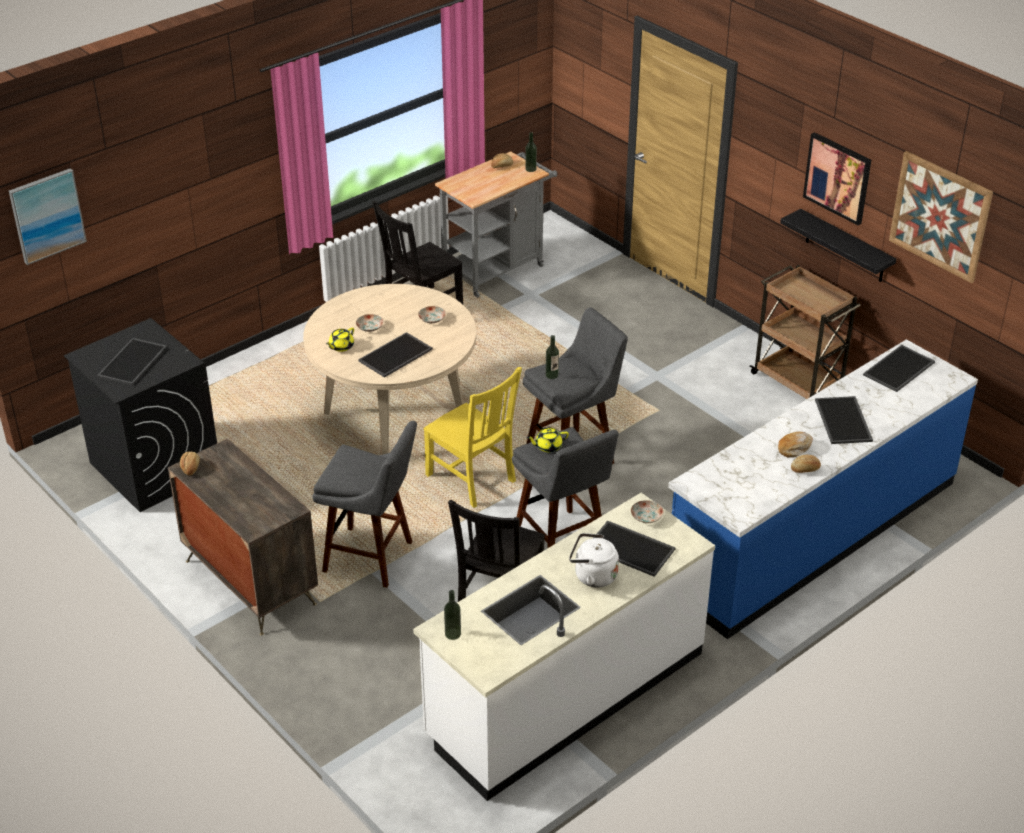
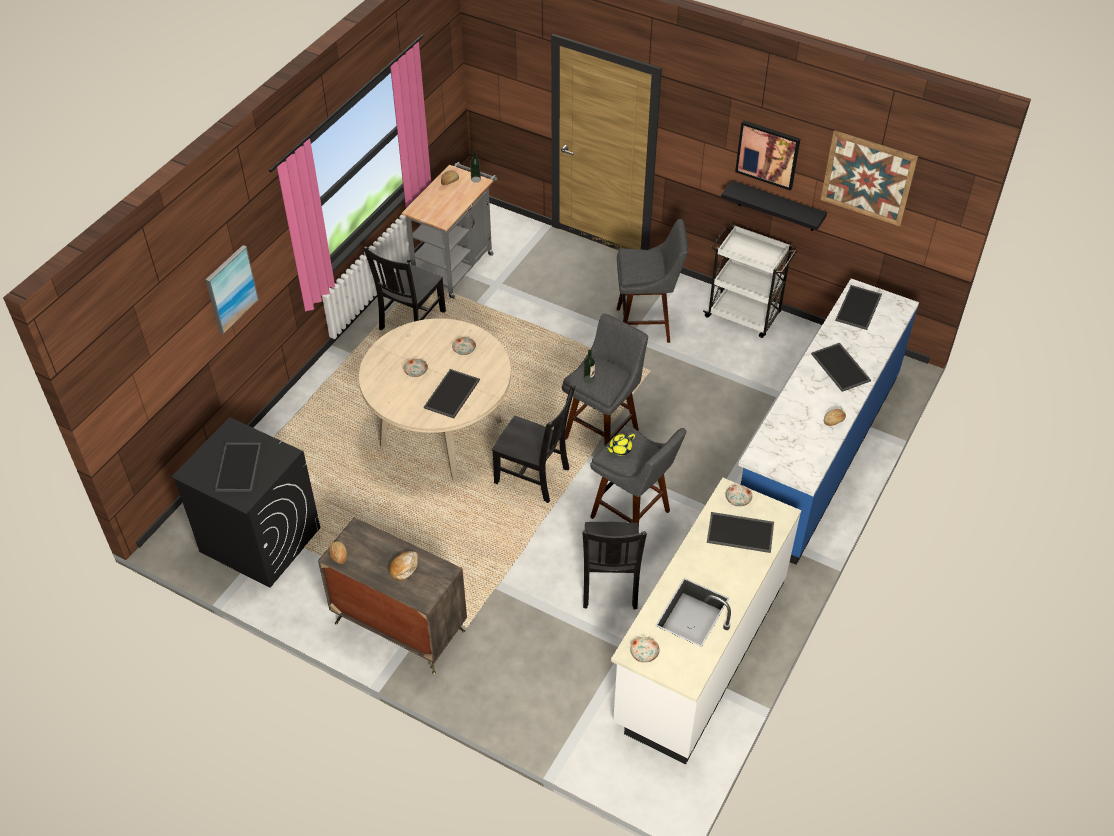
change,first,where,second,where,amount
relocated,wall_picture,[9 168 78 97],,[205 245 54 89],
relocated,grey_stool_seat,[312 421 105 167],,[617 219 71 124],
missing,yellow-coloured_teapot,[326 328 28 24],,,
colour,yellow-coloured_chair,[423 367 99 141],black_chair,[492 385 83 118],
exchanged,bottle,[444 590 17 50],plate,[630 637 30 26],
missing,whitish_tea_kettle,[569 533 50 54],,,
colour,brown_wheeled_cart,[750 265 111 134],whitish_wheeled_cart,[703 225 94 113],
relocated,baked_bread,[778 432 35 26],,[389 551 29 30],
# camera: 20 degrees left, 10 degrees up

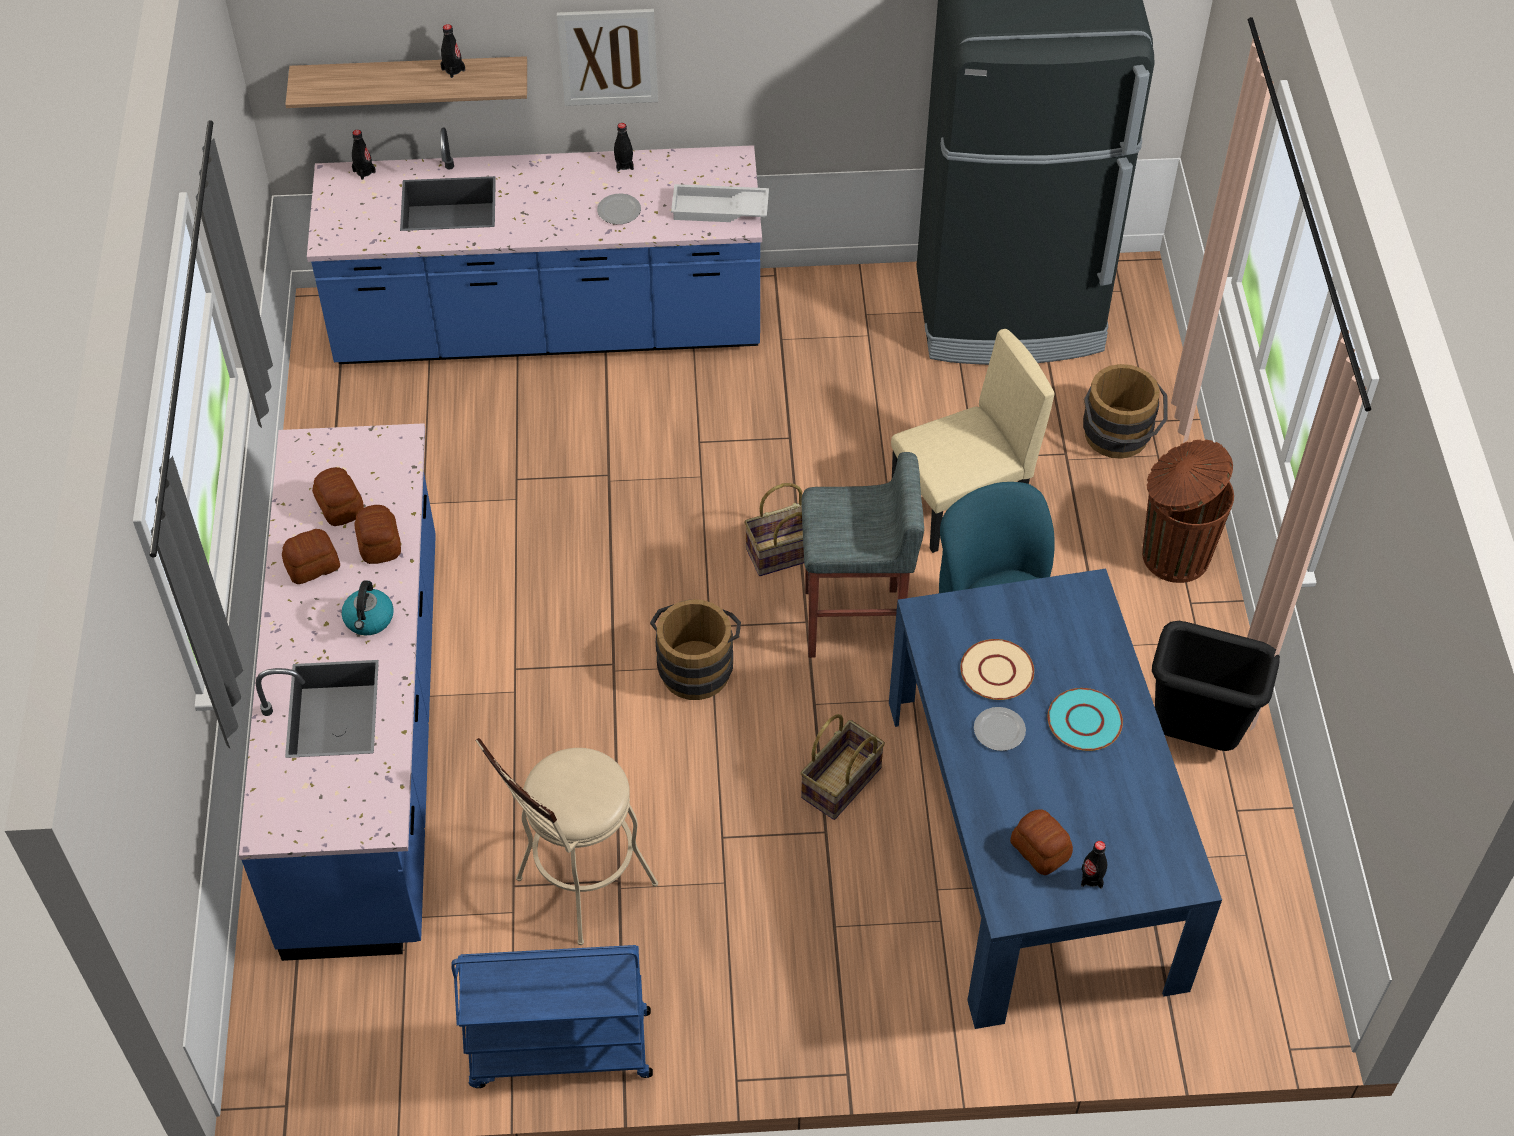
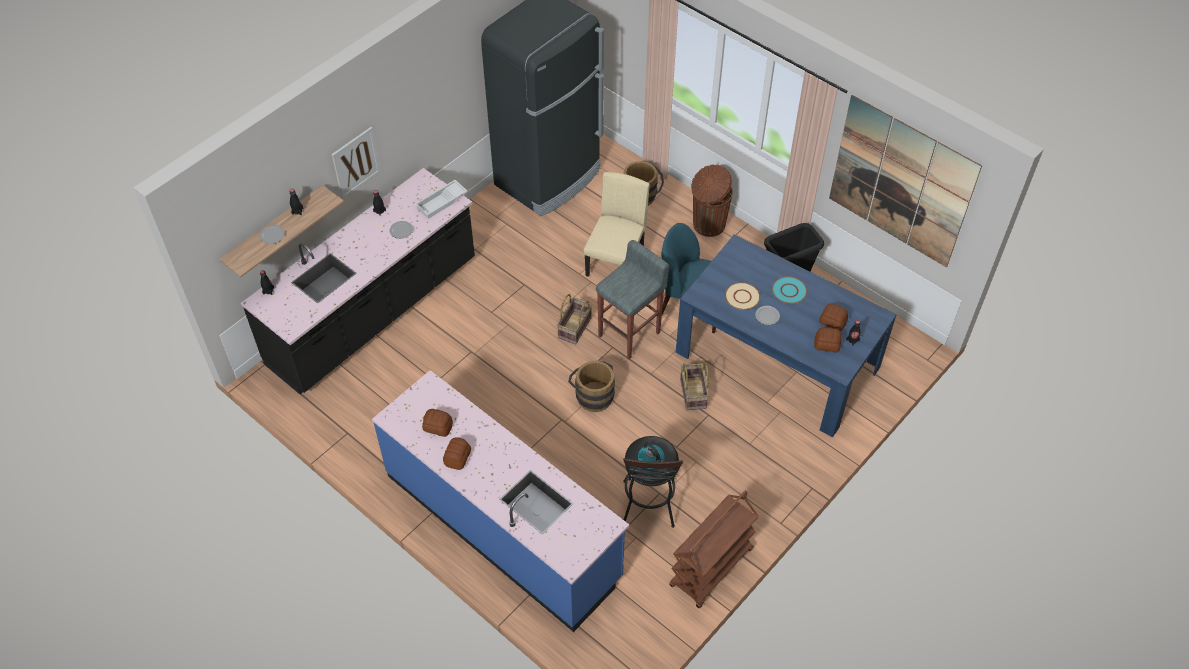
change,first,where,second,where,amount
colour,bluish_kitchen_counter,[307 128 455 236],black_kitchen_counter,[241 168 234 226],
relocated,tea_kettle,[342 580 52 55],,[638 442 27 27],
relocated,baked_bread,[354 505 47 59],,[819 303 29 28],
colour,bluish_wheeled_cart,[451 945 202 143],brown_wheeled_cart,[669 491 90 117],
colour,beige_stool_seat,[475 738 183 207],black_stool_seat,[623 436 60 92],
appeared,,,plate,[259 225 26 19],
appeared,,,wall_picture,[829 95 153 173],
# camera: 45 degrees left, 0 degrees up

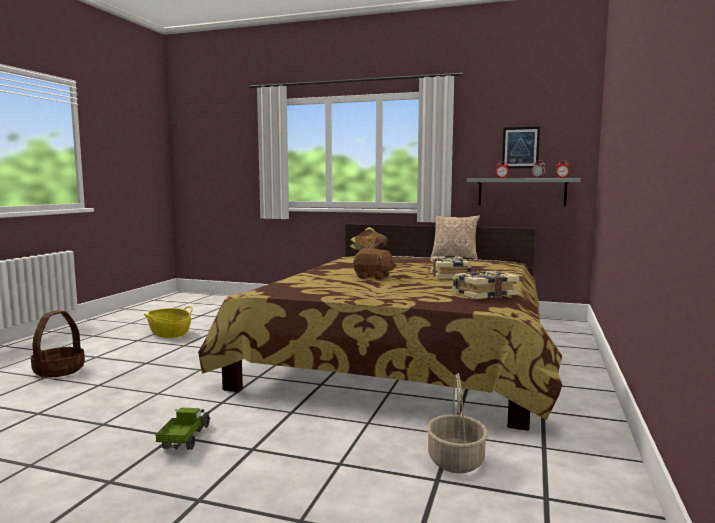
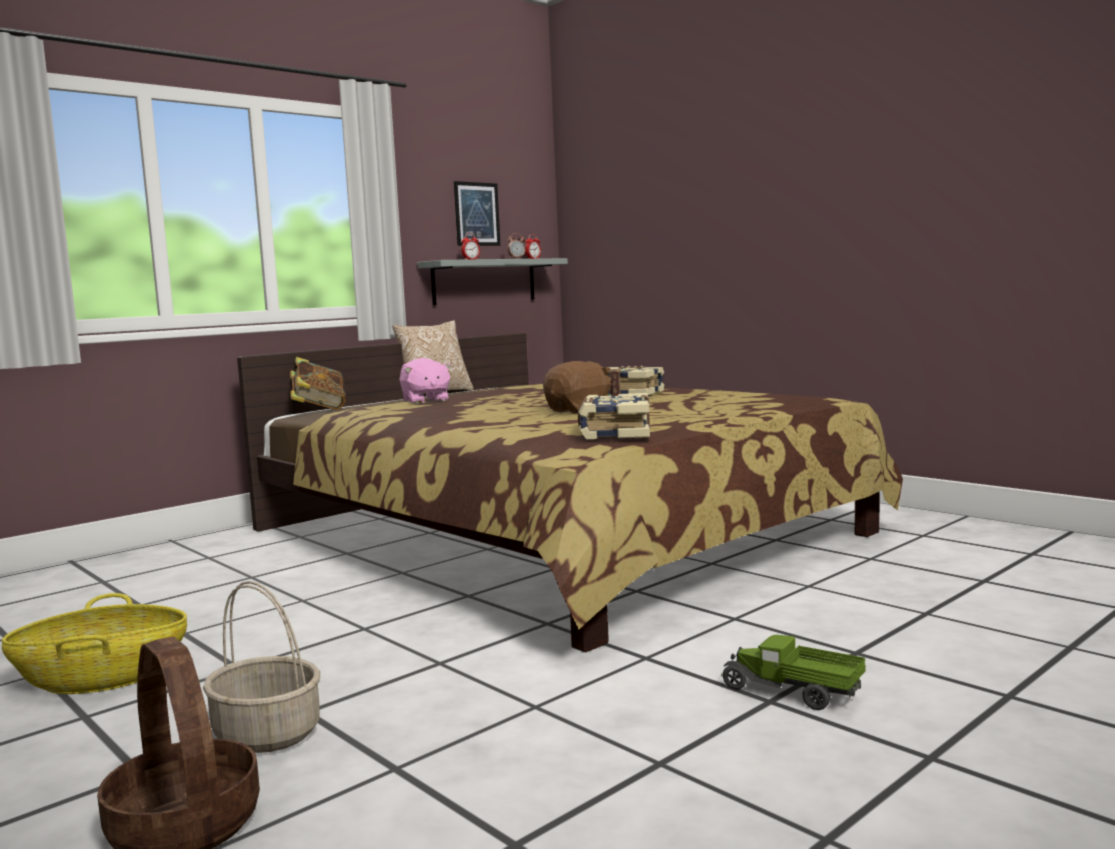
change,first,where,second,where,amount
relocated,storage_basket,[427 373 61 101],,[203 581 117 172],
relocated,book,[452 271 68 28],,[578 393 72 46],
appeared,,,pinkish_cuddly_toy,[399 358 53 46],
# camera: 60 degrees left, 0 degrees up

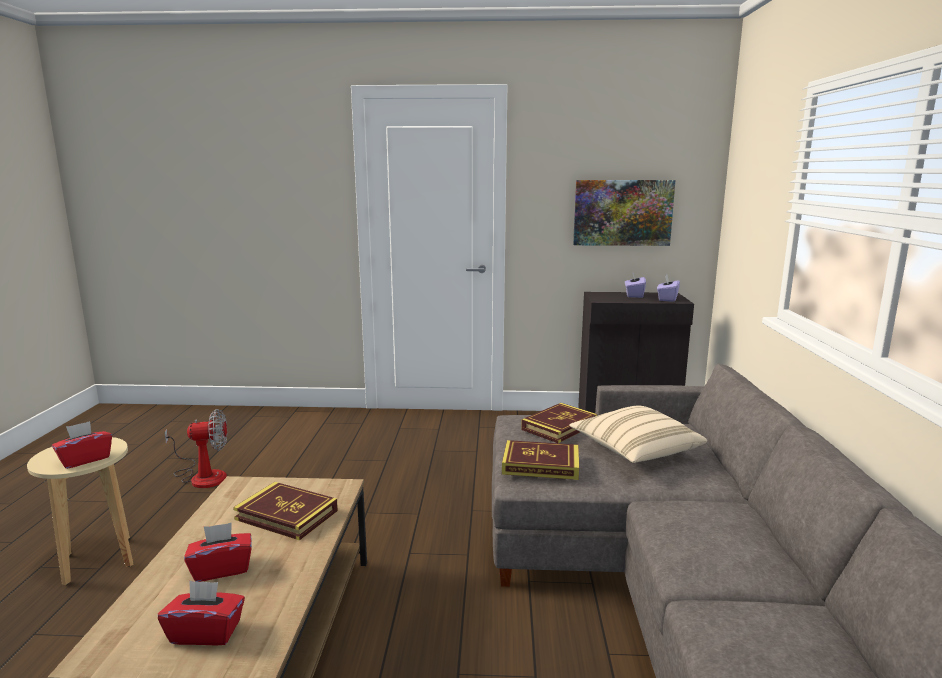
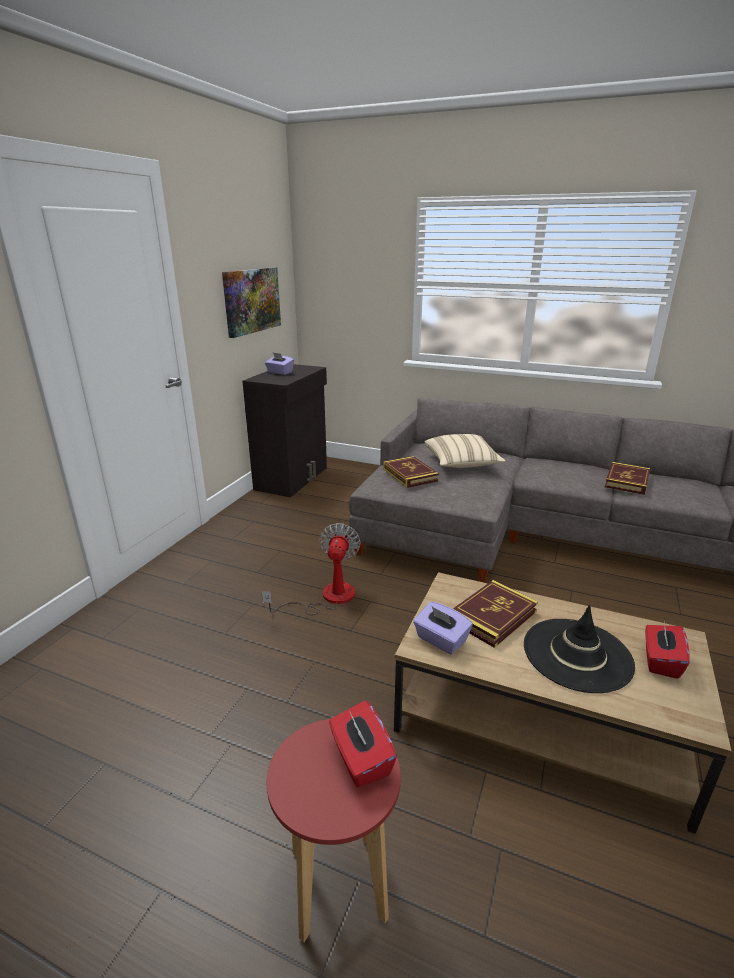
change,first,where,second,where,amount
colour,beige_stool_seat,[27 437 106 148],red-coloured_stool_seat,[267 719 134 223],
relocated,cooling_fan,[164 409 63 79],,[261 523 100 92],
exchanged,red-coloured_tissue_box,[184 522 68 60],black_hat,[524 605 111 88],
relocated,book,[502 440 77 40],,[605 462 45 33],
relocated,purple_tissue_box,[657 275 23 27],,[413 602 60 53],
# camera: 70 degrees left, 10 degrees up

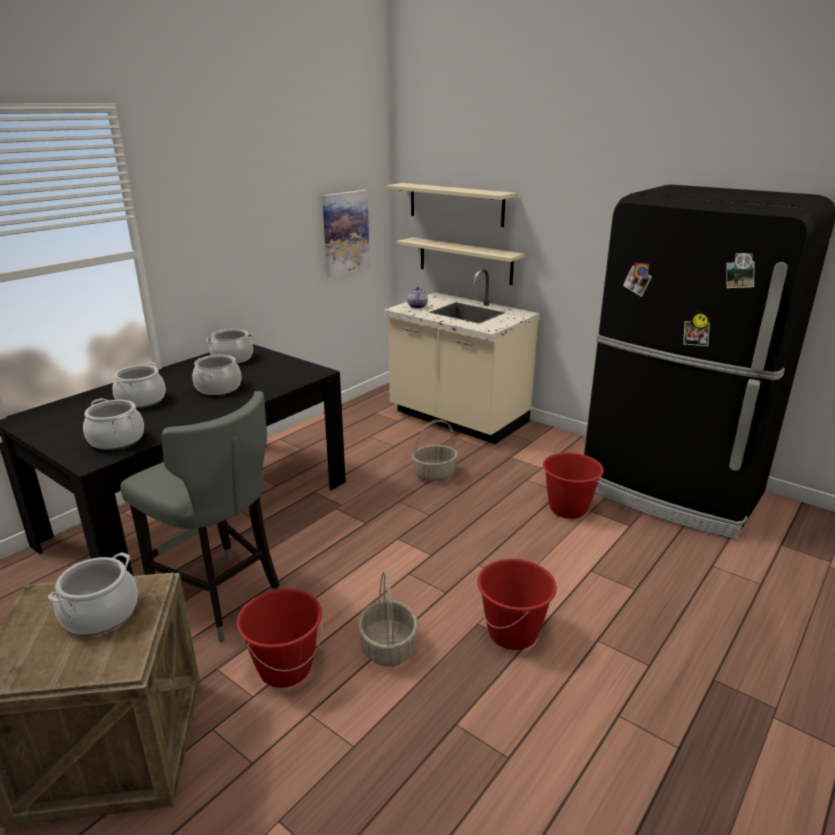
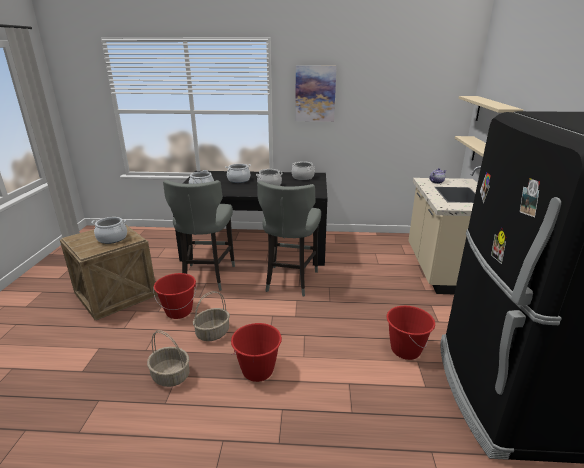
change,first,where,second,where,amount
relocated,wall_picture,[322 190 48 88],,[295 66 42 56],
relocated,storage_basket,[412 420 46 61],,[147 330 43 57],
appeared,,,grey_stool_seat,[257 181 64 115],
# camera: 55 degrees right, 0 degrees up

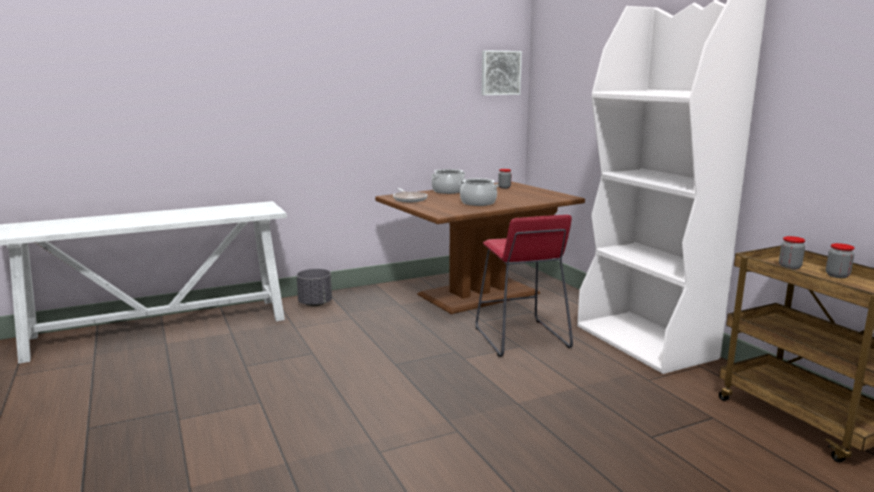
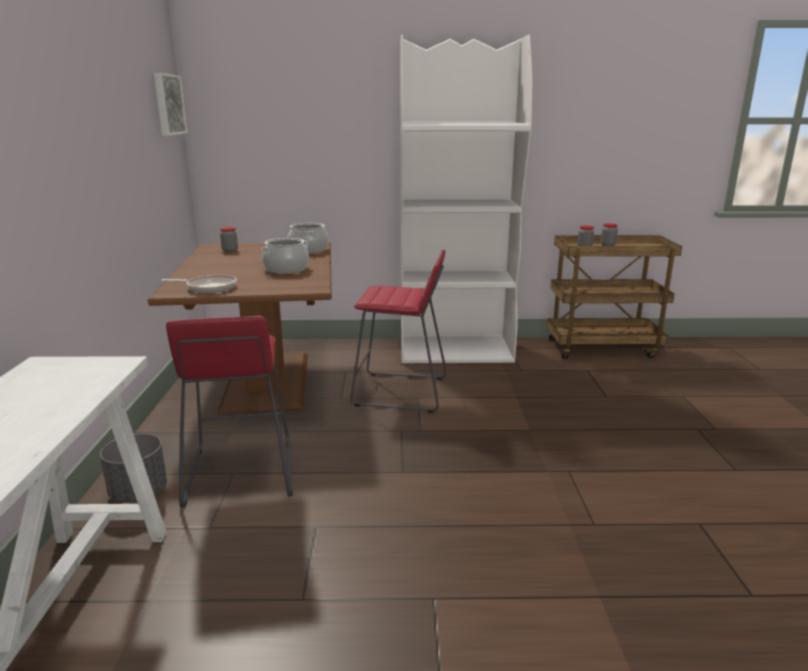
change,first,where,second,where,amount
relocated,saucepot,[431 169 34 25],,[288 223 40 31],
appeared,,,red-coloured_stool_seat,[166 316 127 191],
# camera: 65 degrees left, 5 degrees up

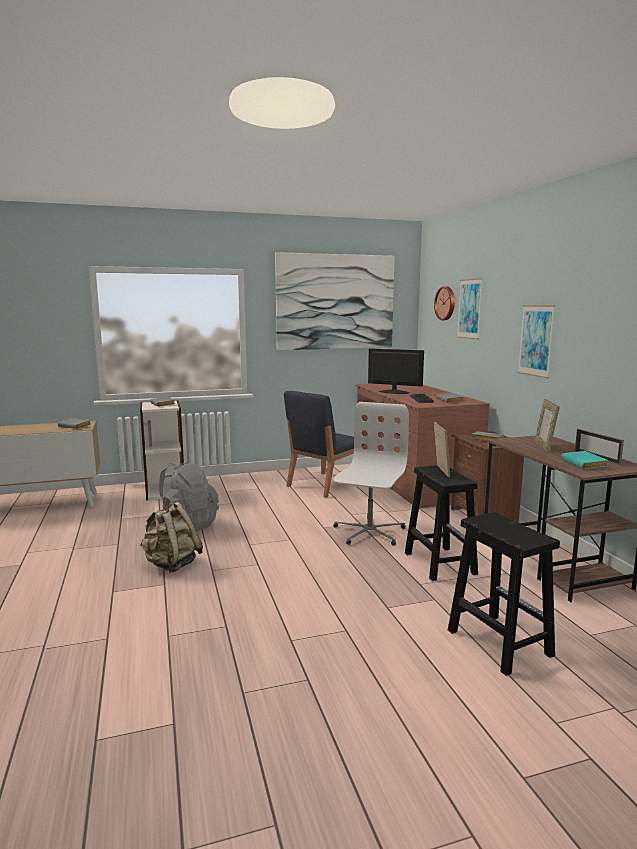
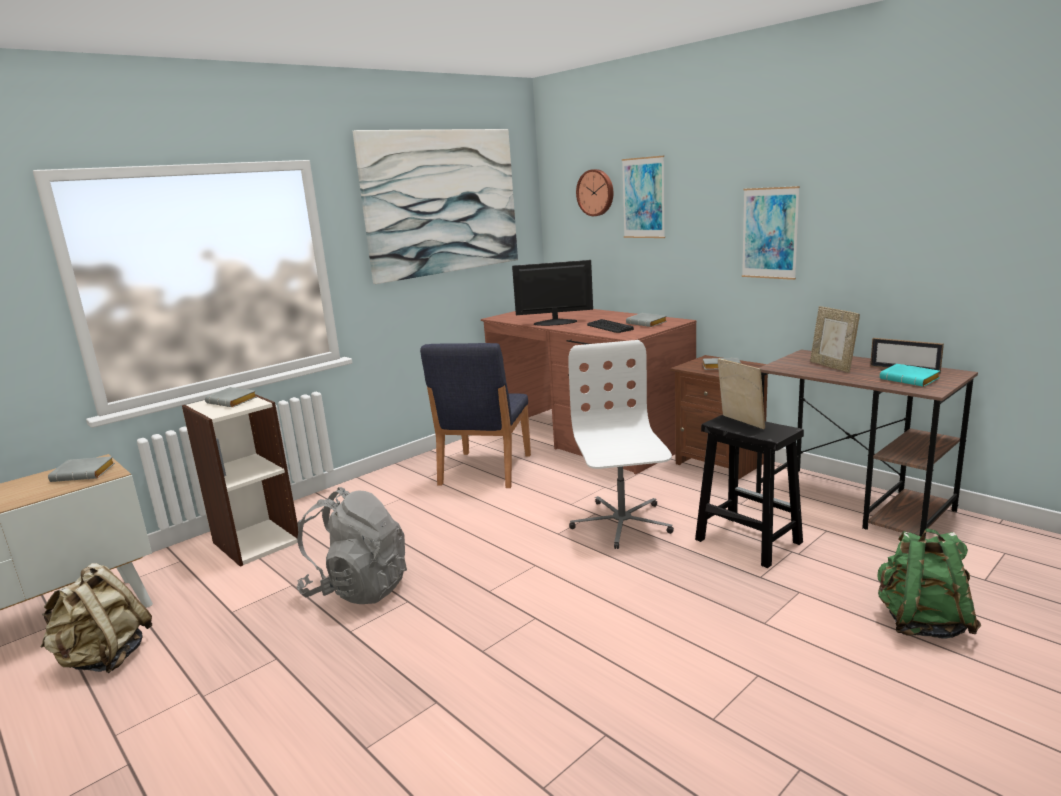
change,first,where,second,where,amount
relocated,beige_rucksack,[140 502 63 71],,[40 563 112 110],
exchanged,black_stool_seat,[448 512 112 164],green_rucksack,[877 528 104 111],
# camera: 25 degrees left, 5 degrees up

